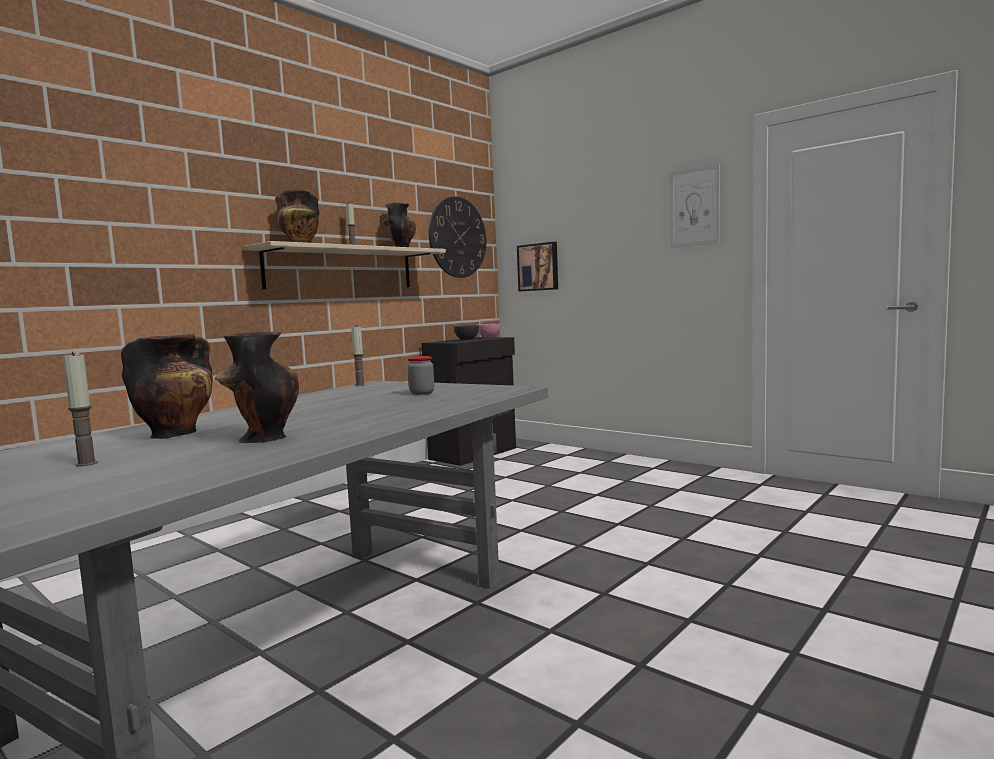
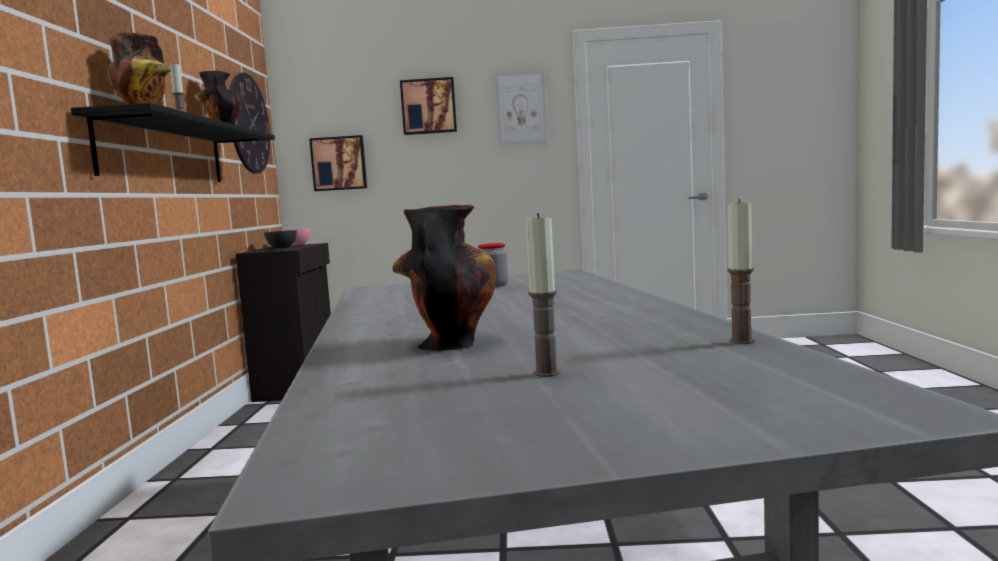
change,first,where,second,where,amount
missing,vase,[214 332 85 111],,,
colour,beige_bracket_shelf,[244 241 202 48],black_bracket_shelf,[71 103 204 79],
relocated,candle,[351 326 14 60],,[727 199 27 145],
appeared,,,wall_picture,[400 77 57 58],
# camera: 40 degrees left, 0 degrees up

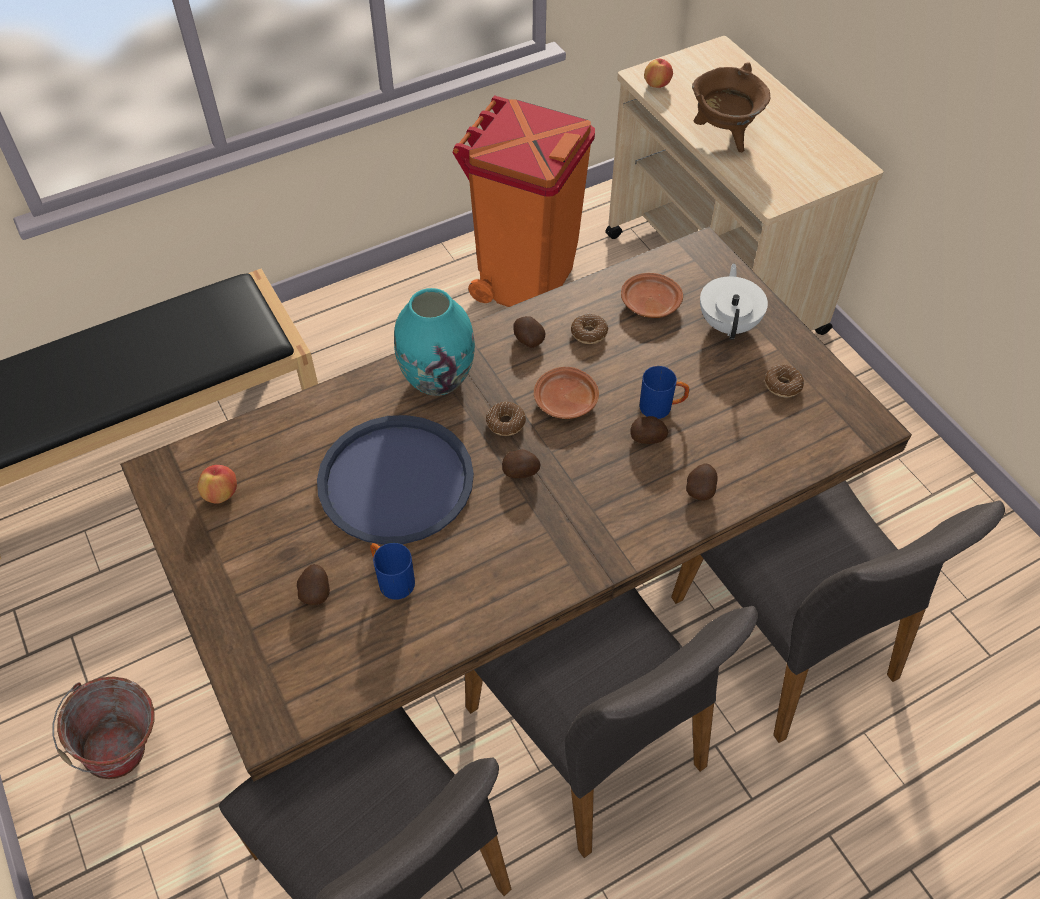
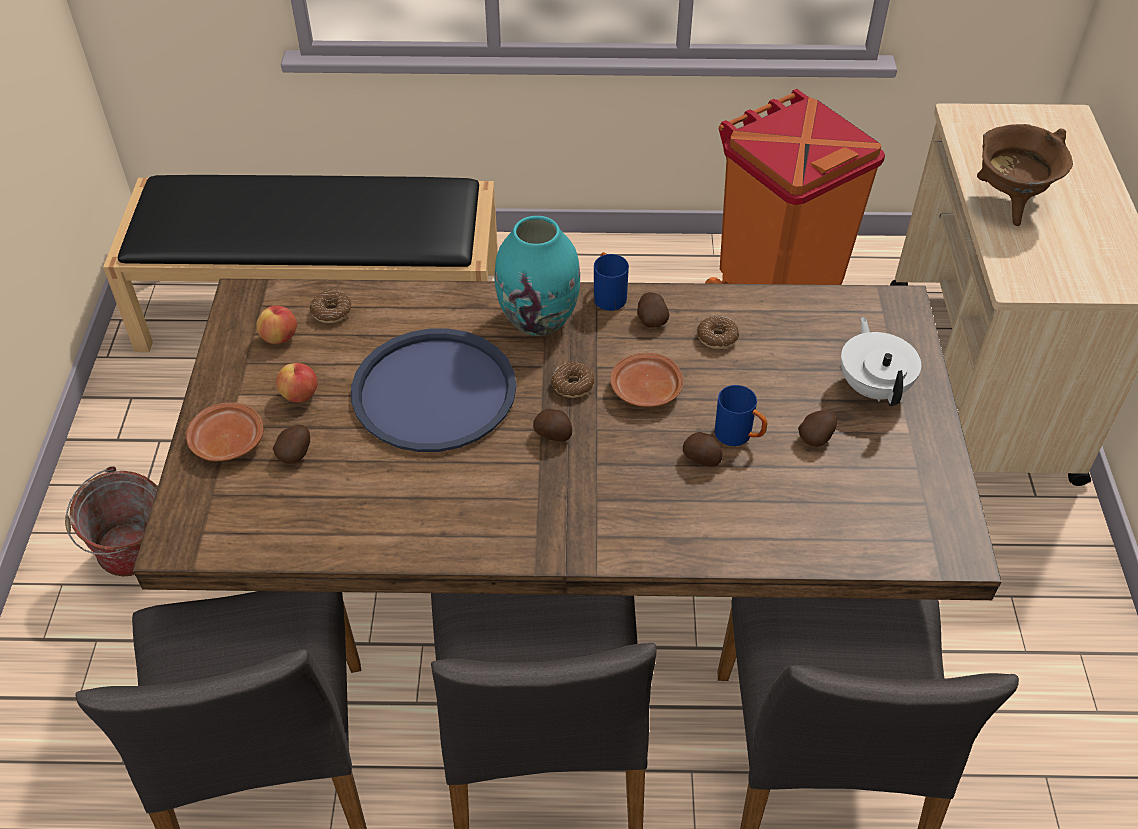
change,first,where,second,where,amount
relocated,bluish_tea_mug,[370 543 45 57],,[594 252 35 59],
relocated,brown_plate,[621 273 62 45],,[186 402 77 59],
relocated,whole_apple,[644 59 29 29],,[276 363 41 40],
relocated,spud,[686 464 32 37],,[798 410 39 37],
spun,whitish_teapot,[700 264 68 76],,[841 317 80 89],45 degrees counterclockwise
relocated,donut,[765 365 39 32],,[309 290 42 33],
# camera: 30 degrees right, 5 degrees down

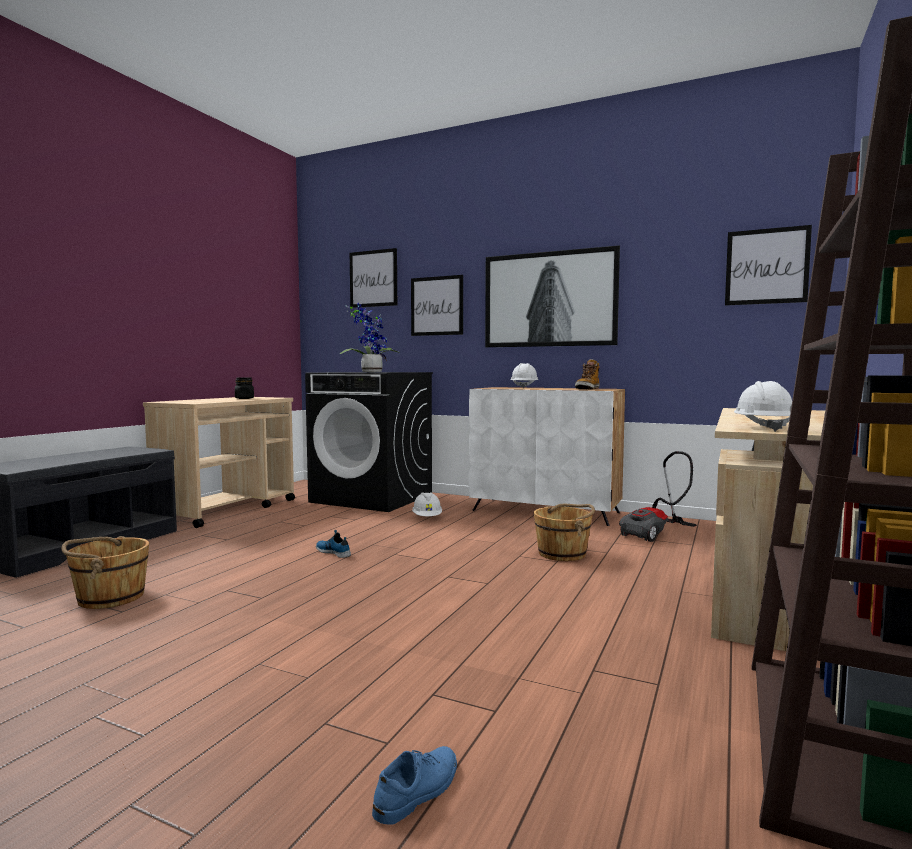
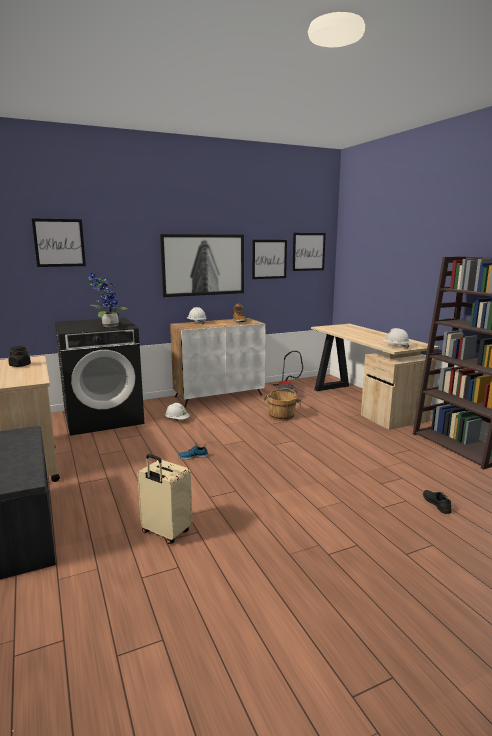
change,first,where,second,where,amount
exchanged,brown_pail,[61 536 88 73],beige_piece_of_luggage,[137 454 56 90],
colour,bluish_low_shoe,[372 746 85 79],black_low_shoe,[423 490 28 24],
relocated,wall_picture,[411 275 52 61],,[252 240 35 39],
# camera: 50 degrees left, 10 degrees up

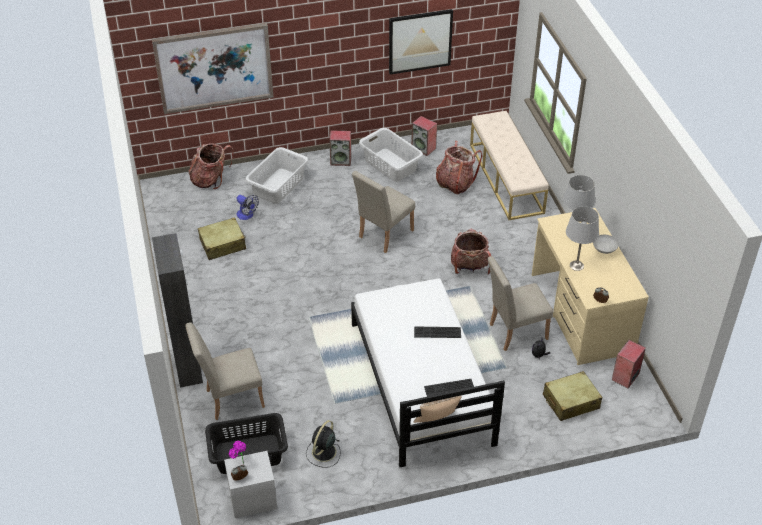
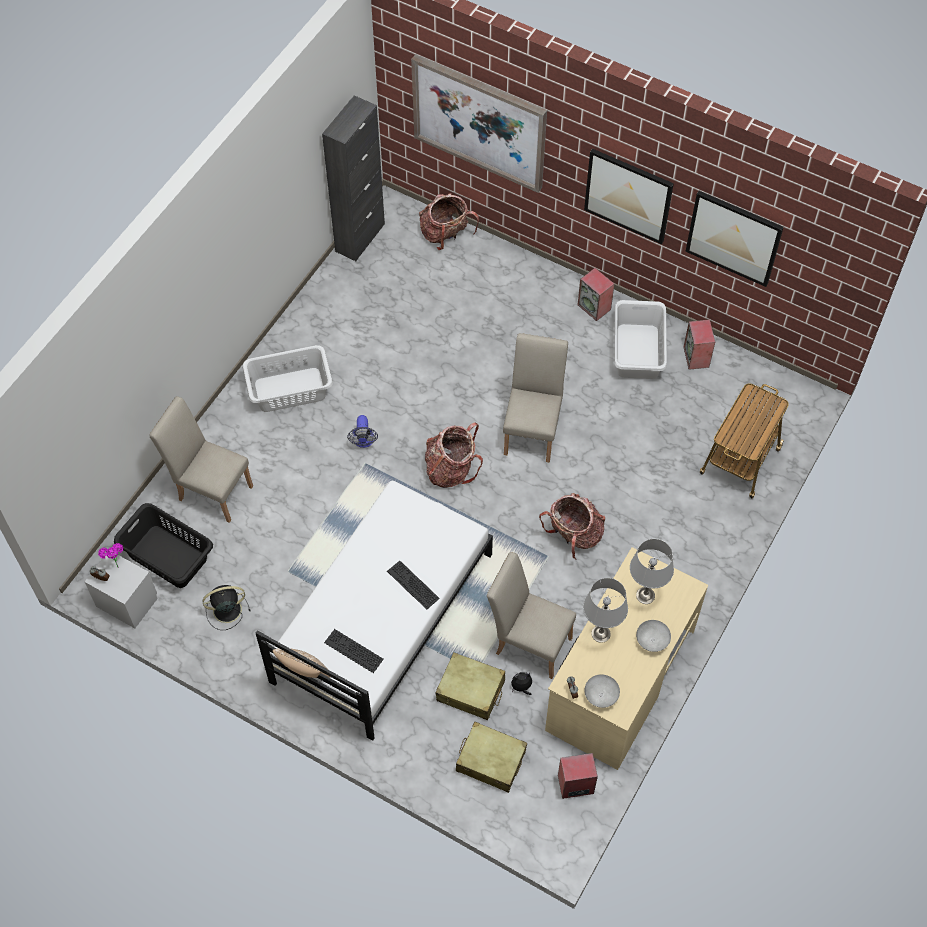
change,first,where,second,where,amount
relocated,black_cabinet,[152 233 51 155],,[322 95 63 166],
relocated,beige_piece_of_luggage,[198 217 48 43],,[436 652 69 68],
relocated,cooling_fan,[236 195 23 25],,[347 415 31 33],
relocated,grey_washing_basket,[245 147 64 57],,[243 345 90 67],
spun,beige_chair,[352 171 63 82],,[503 333 65 130],105 degrees clockwise
relocated,rucksack,[436 141 46 53],,[425 422 58 66],
exchanged,beige_indoor_bench,[470 111 79 109],wheeled_cart,[700 384 89 114],
appeared,,,wall_picture,[584 149 90 95],
appeared,,,grey_bowl,[585 674 35 34],
# camera: 45 degrees right, 15 degrees up

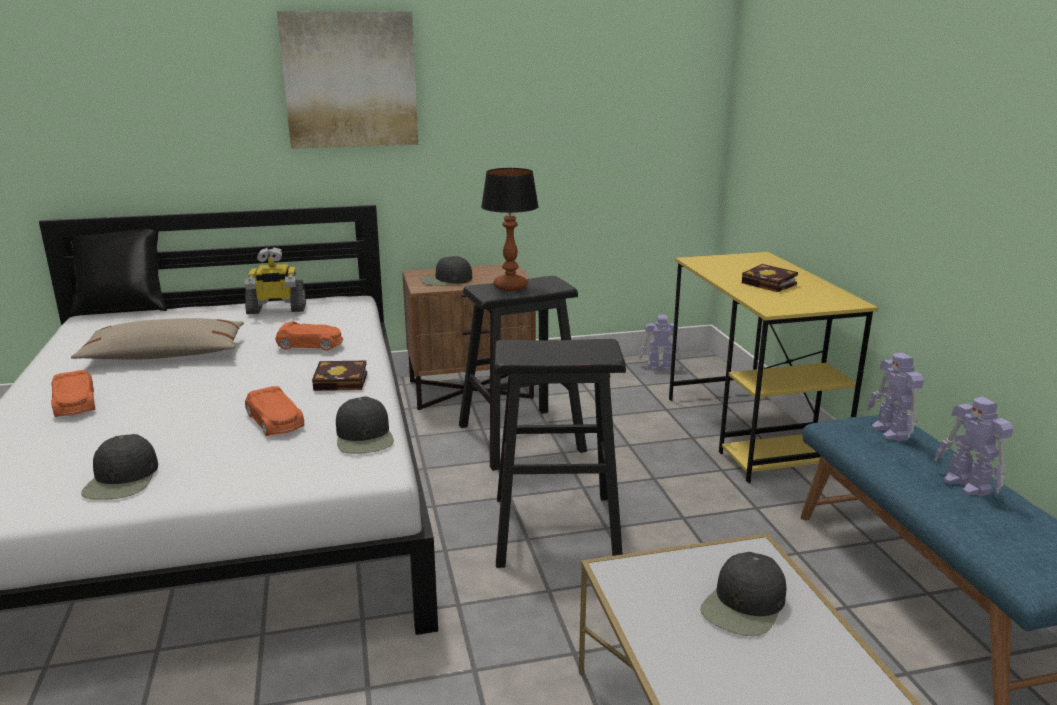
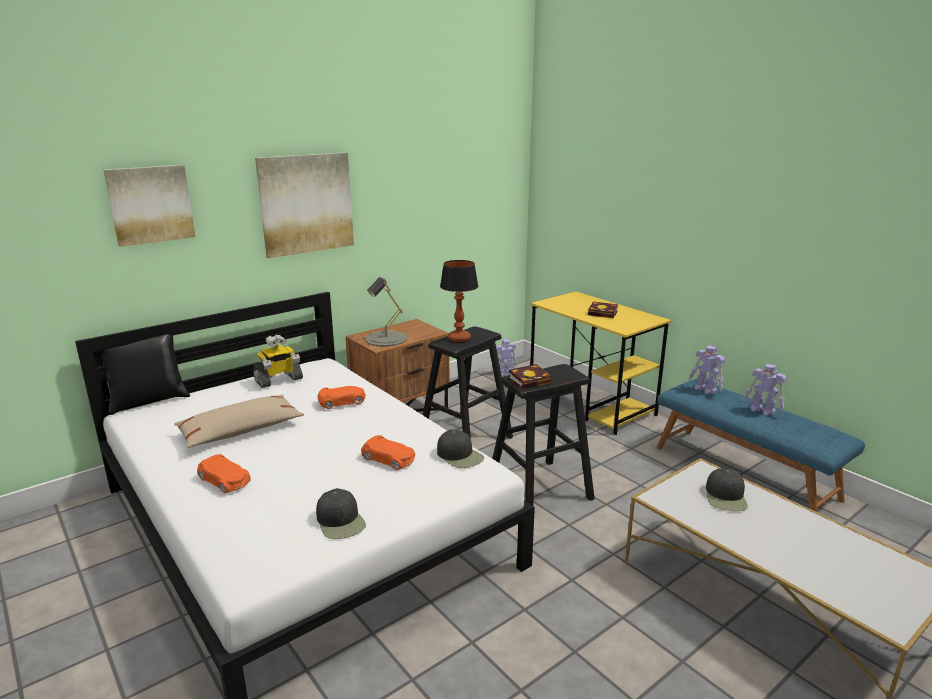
change,first,where,second,where,amount
relocated,book,[312 361 55 30],,[509 364 42 25],
exchanged,black_peaked_cap,[420 256 52 30],grey_table_lamp,[365 277 42 70],
appeared,,,wall_picture,[103 165 92 82],
# camera: 25 degrees left, 0 degrees up

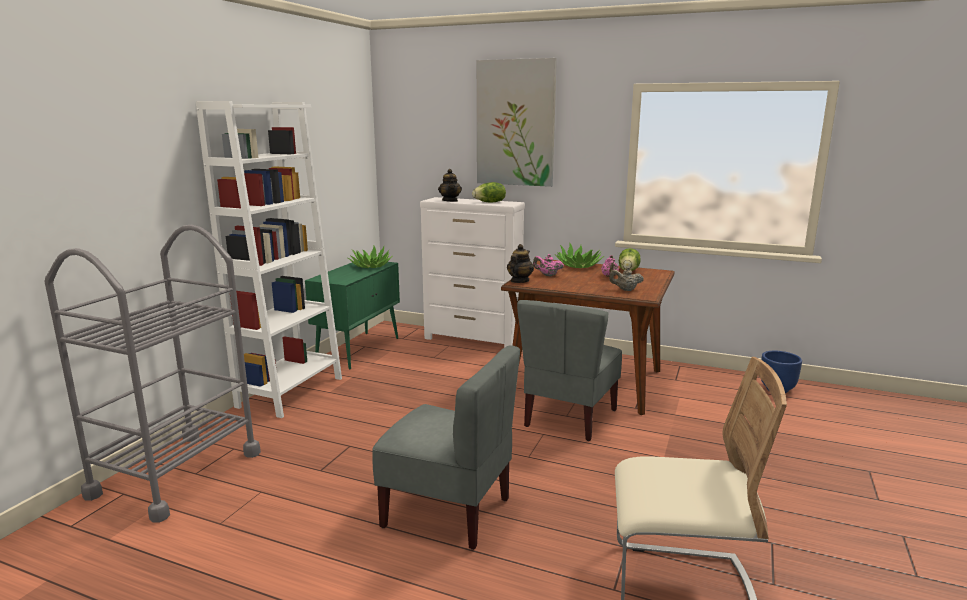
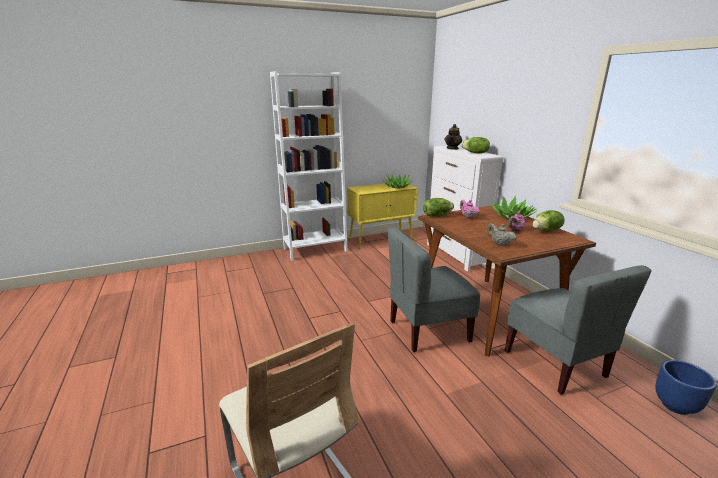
change,first,where,second,where,amount
missing,grey_wheeled_cart,[44 225 217 298],,,
colour,green_cabinet,[305 261 95 109],yellow-coloured_cabinet,[347 183 71 65],
relocated,grey_chair,[372 345 148 205],,[504 265 147 130],
missing,wall_picture,[477 58 80 129],,,
exchanged,teapot,[507 244 27 39],lettuce,[423 198 31 19],
# camera: 45 degrees right, 5 degrees up

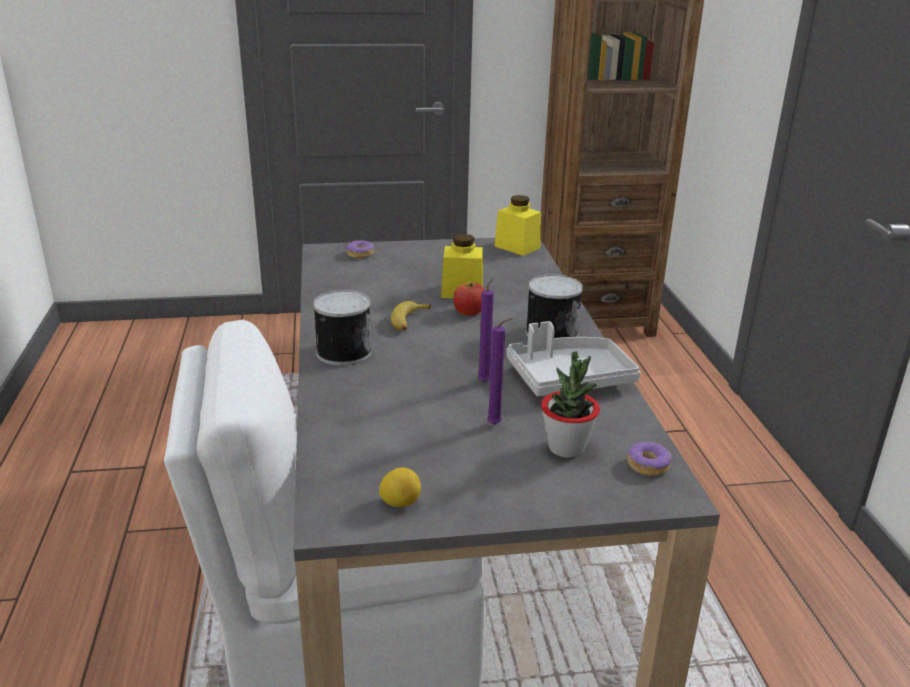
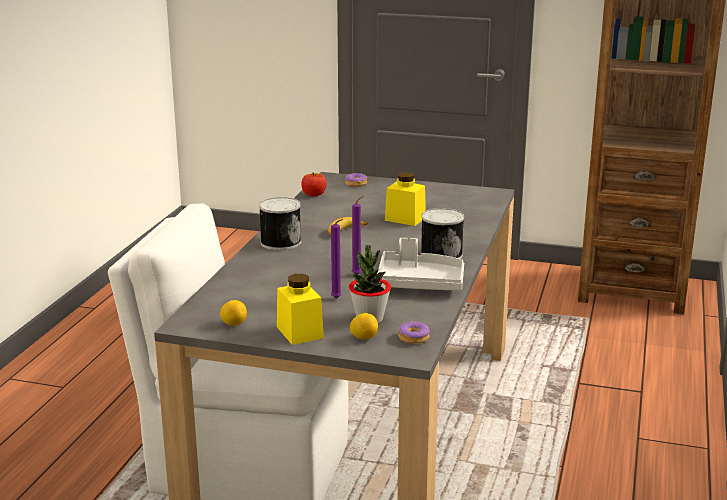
change,first,where,second,where,amount
relocated,whole_apple,[453 282 32 34],,[301 173 25 24],
relocated,yellow-coloured_storage_jar,[494 195 47 61],,[277 274 47 71],
appeared,,,lemon,[350 313 28 26],
# camera: 25 degrees right, 5 degrees down

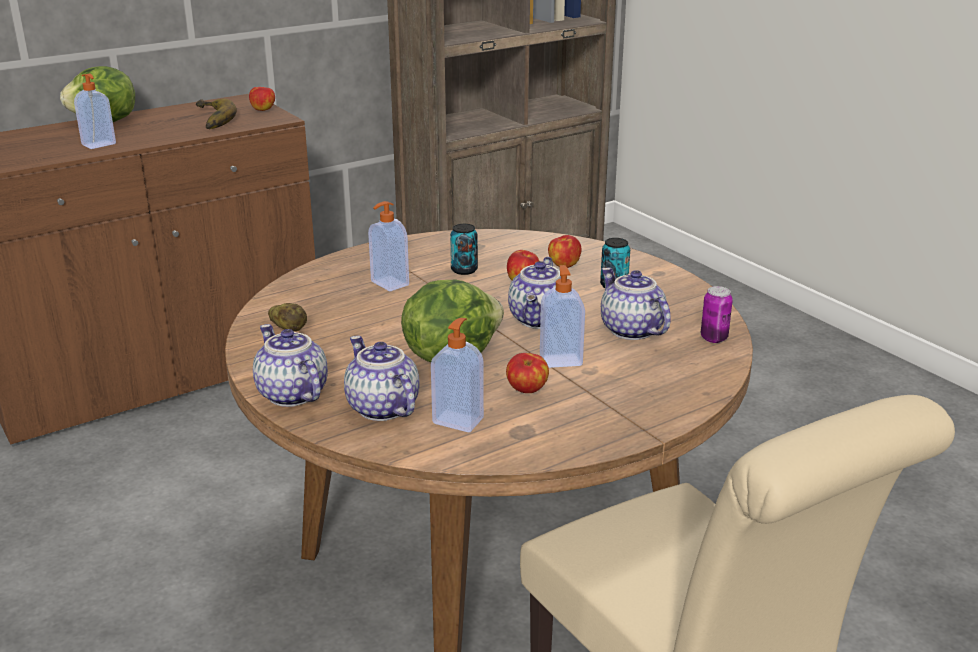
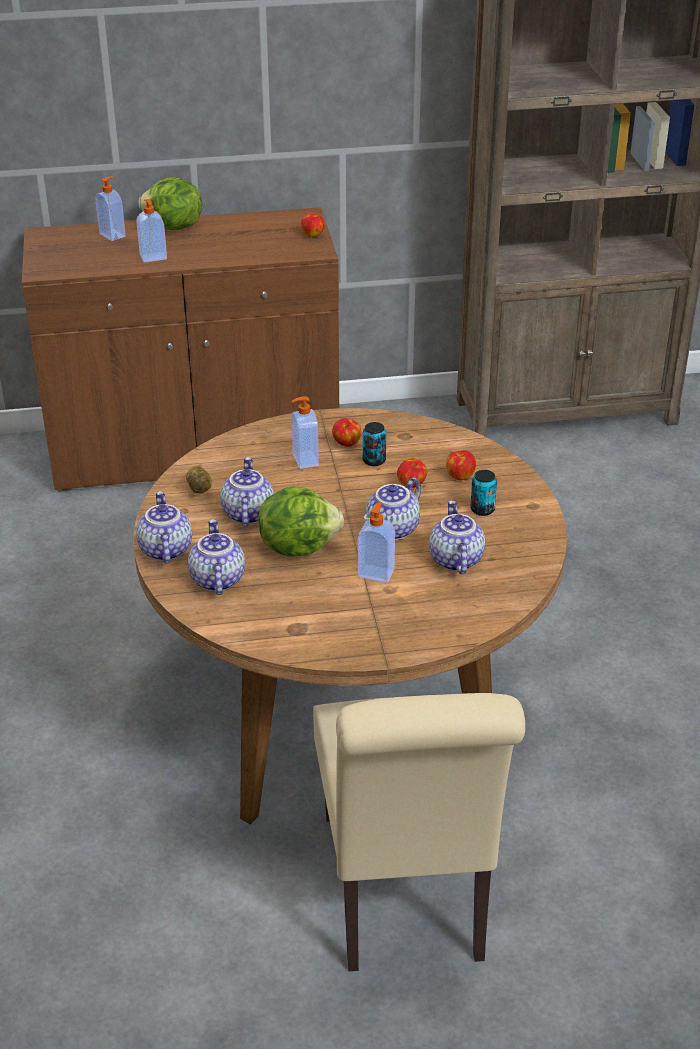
change,first,where,second,where,amount
missing,banana_fruit,[196 99 41 30],,,
relocated,soap_bottle,[431 318 53 115],,[95 176 31 65],
relocated,whole_apple,[506 353 43 40],,[332 418 29 29],
missing,can,[701 286 32 57],,,
appeared,,,teapot,[220 457 54 69],
# camera: 25 degrees right, 10 degrees up

